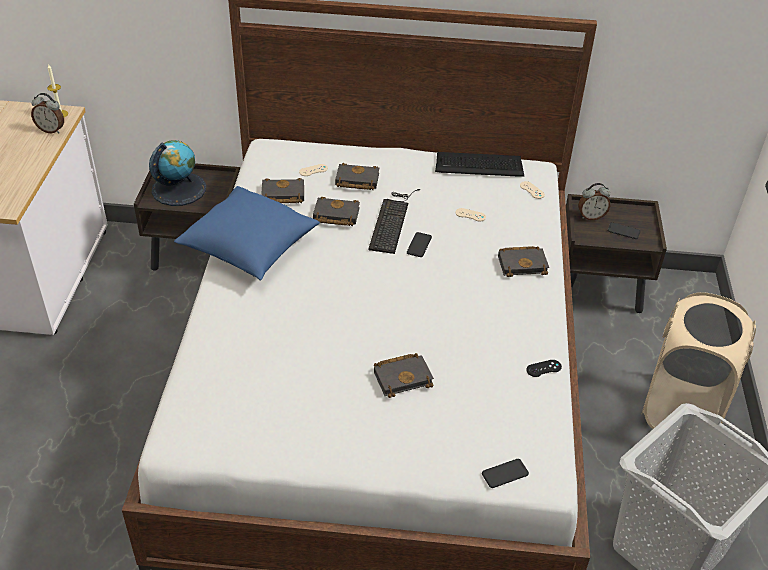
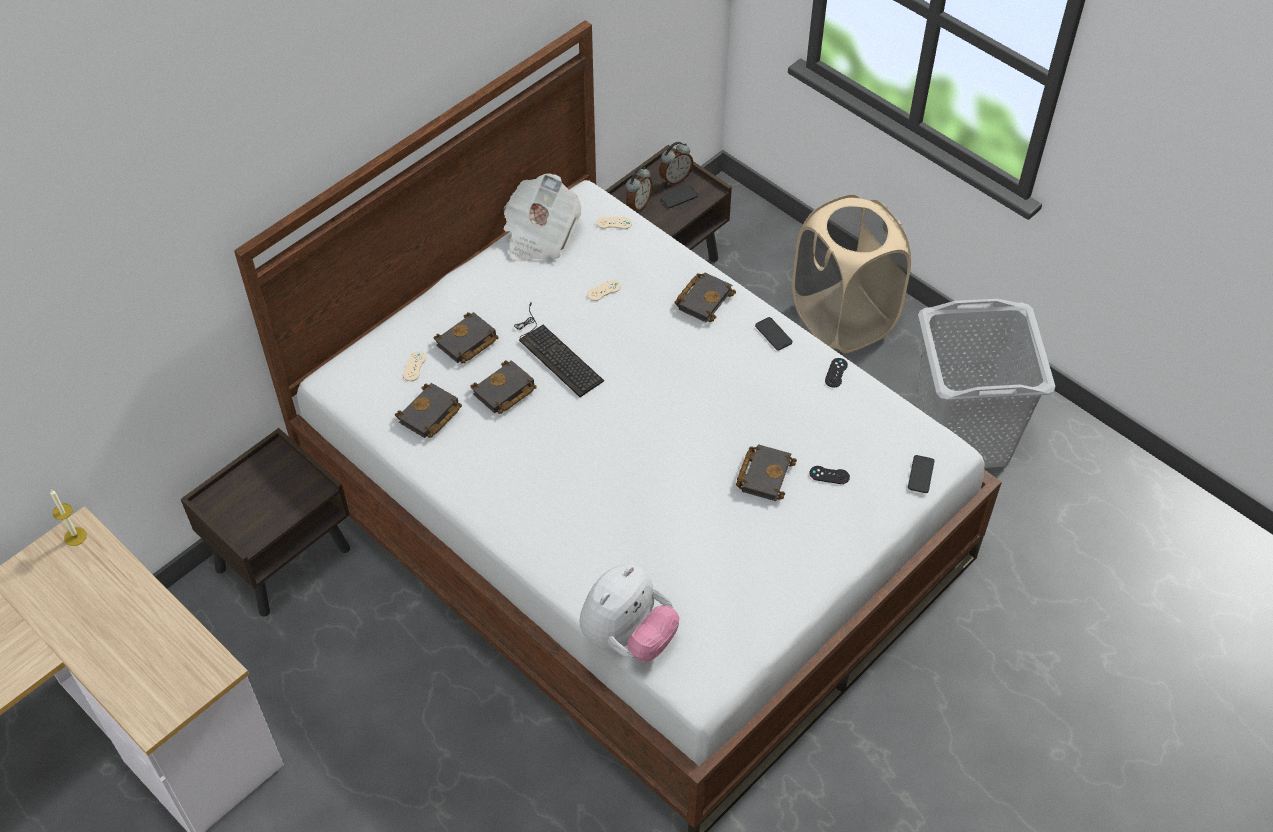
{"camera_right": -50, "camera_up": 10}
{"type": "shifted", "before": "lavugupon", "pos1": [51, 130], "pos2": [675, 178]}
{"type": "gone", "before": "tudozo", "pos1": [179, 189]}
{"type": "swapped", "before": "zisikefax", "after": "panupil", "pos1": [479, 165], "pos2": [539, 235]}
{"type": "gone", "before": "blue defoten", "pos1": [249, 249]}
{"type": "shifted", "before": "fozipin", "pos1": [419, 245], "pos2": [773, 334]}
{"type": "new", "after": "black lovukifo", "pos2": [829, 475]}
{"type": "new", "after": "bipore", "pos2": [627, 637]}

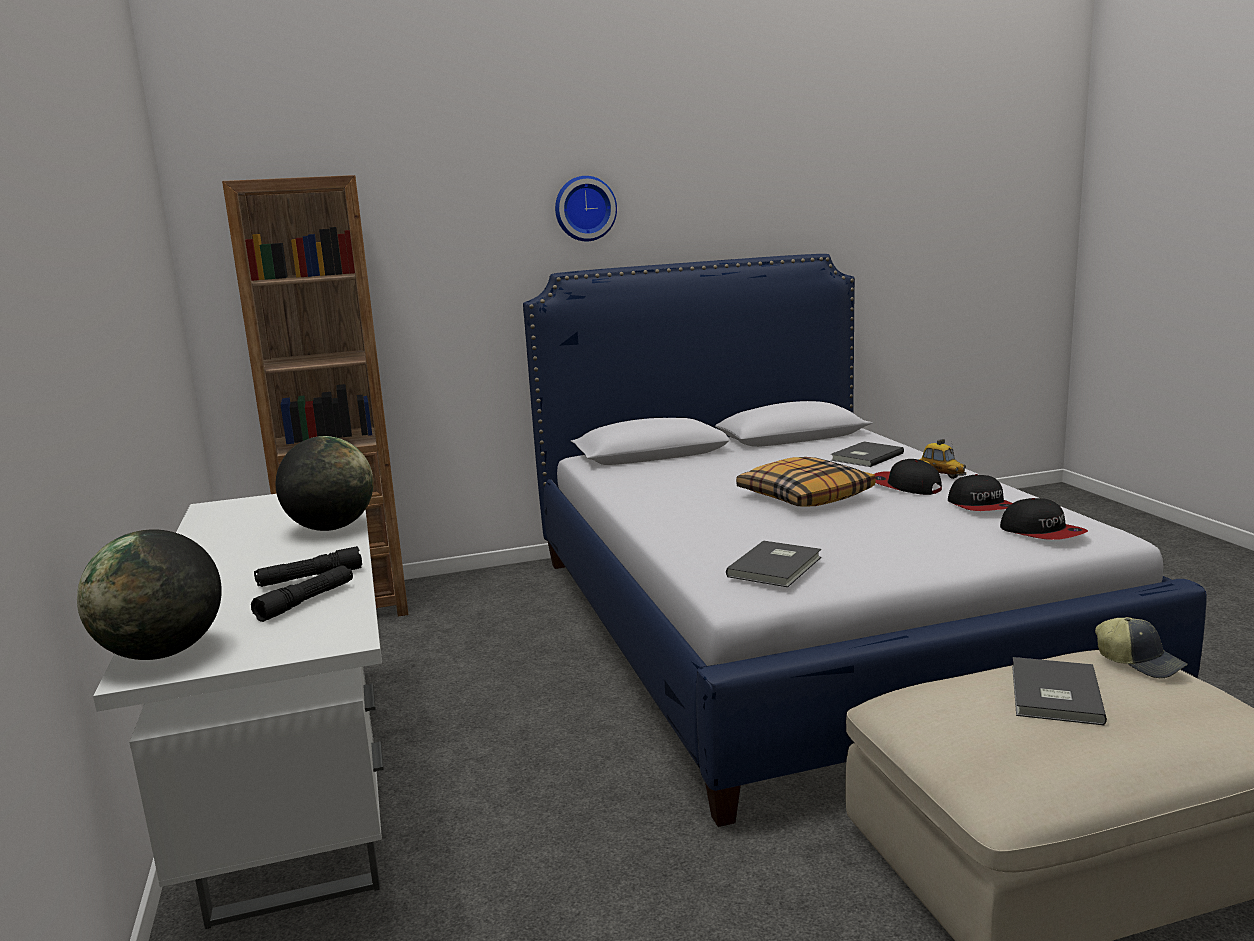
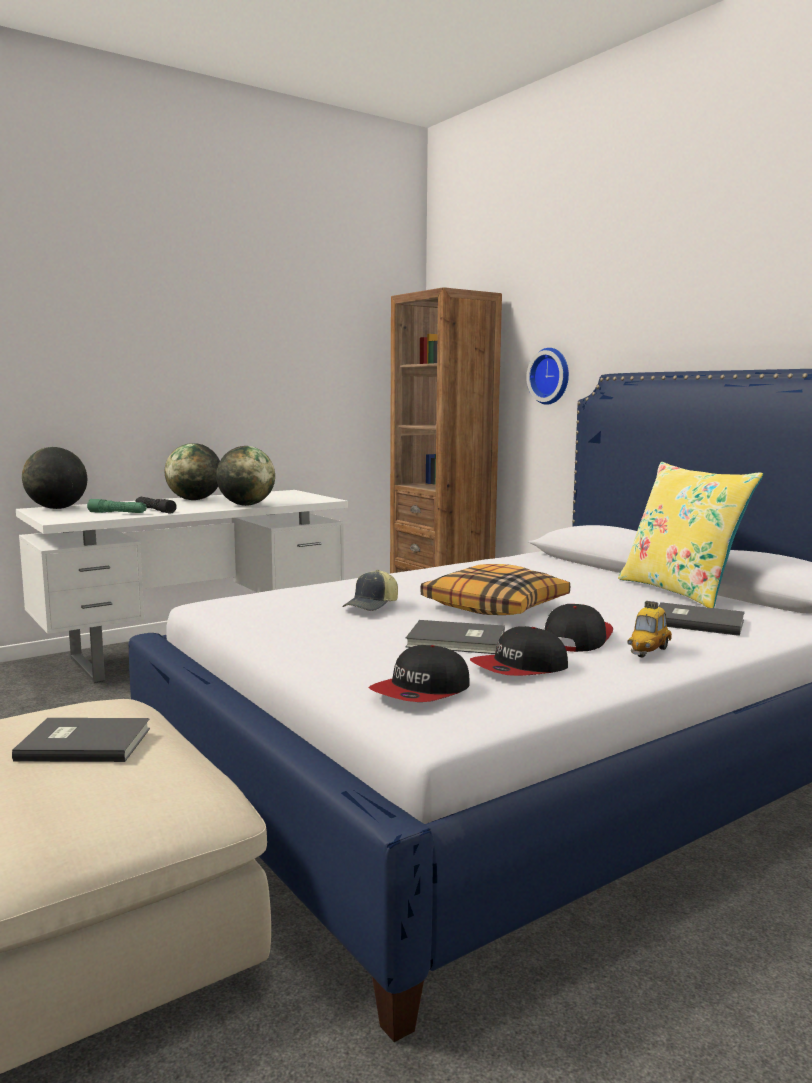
{"camera_right": 70, "camera_up": -5}
{"type": "shifted", "before": "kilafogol", "pos1": [584, 208], "pos2": [551, 376]}
{"type": "shifted", "before": "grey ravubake", "pos1": [777, 567], "pos2": [457, 641]}
{"type": "repainted", "before": "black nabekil", "after": "green nabekil", "pos1": [306, 601], "pos2": [117, 513]}
{"type": "shifted", "before": "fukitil", "pos1": [1140, 662], "pos2": [372, 605]}
{"type": "new", "after": "tudozo", "pos2": [194, 500]}
{"type": "new", "after": "yellow defoten", "pos2": [680, 591]}

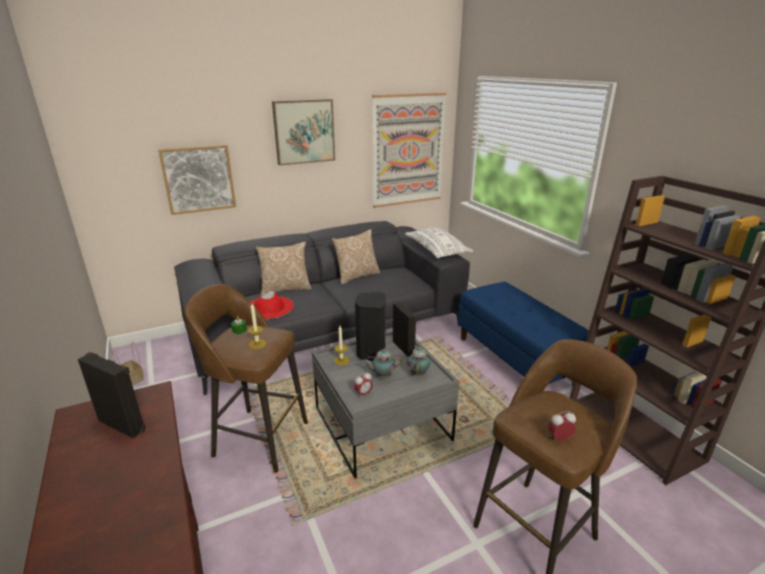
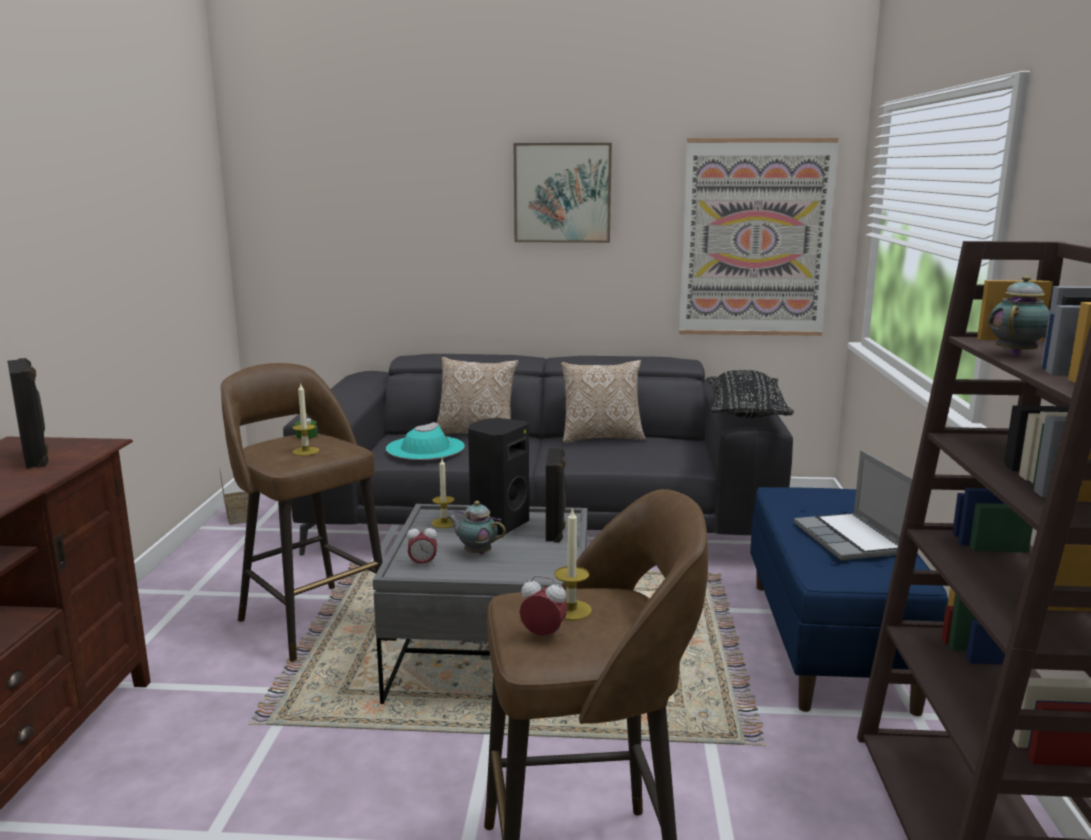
{"camera_right": 30, "camera_up": -10}
{"type": "gone", "before": "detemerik", "pos1": [198, 179]}
{"type": "repainted", "before": "white defoten", "after": "black defoten", "pos1": [437, 251], "pos2": [745, 412]}
{"type": "repainted", "before": "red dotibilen", "after": "turquoise dotibilen", "pos1": [268, 308], "pos2": [425, 448]}
{"type": "shifted", "before": "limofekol", "pos1": [418, 373], "pos2": [1016, 354]}
{"type": "new", "after": "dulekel", "pos2": [851, 539]}
{"type": "new", "after": "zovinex", "pos2": [571, 610]}

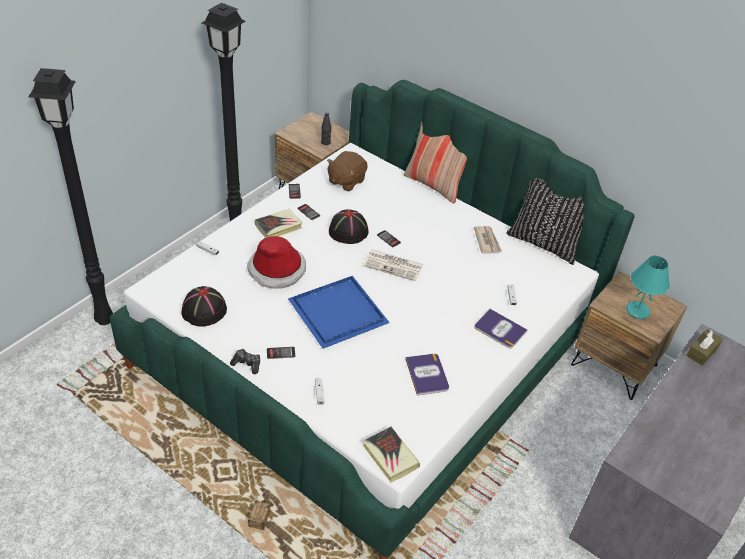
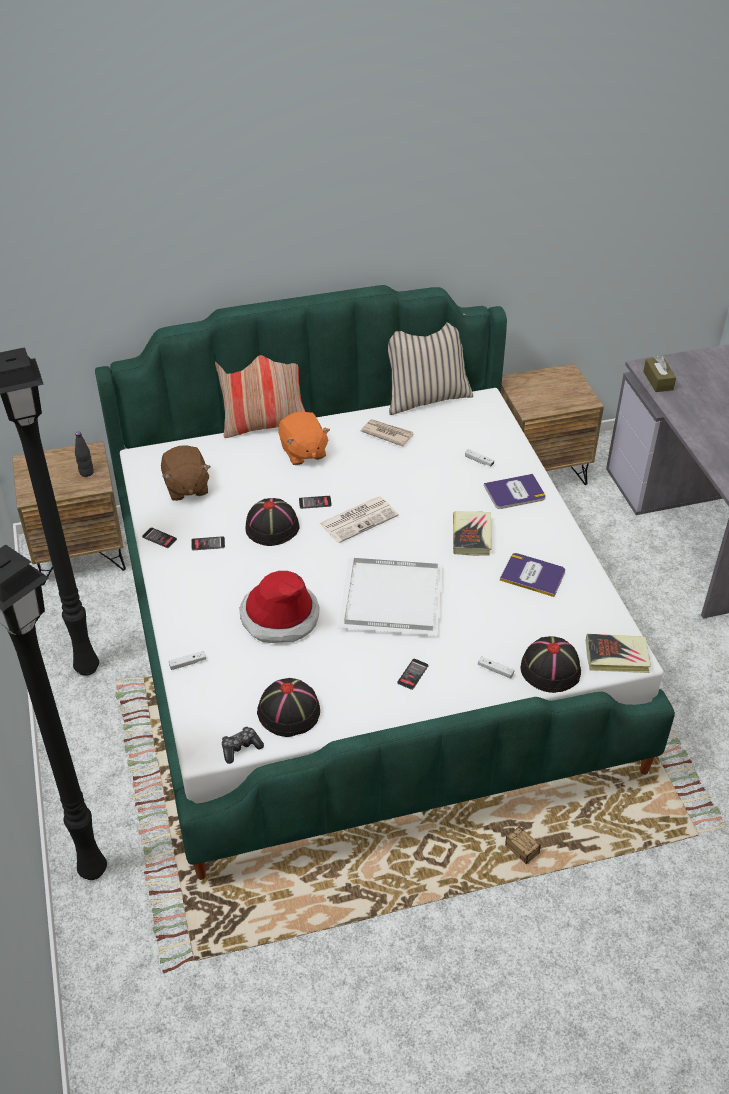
{"camera_right": -50, "camera_up": 0}
{"type": "repainted", "before": "black defoten", "after": "beige defoten", "pos1": [544, 243], "pos2": [426, 398]}
{"type": "shifted", "before": "ravubake", "pos1": [278, 226], "pos2": [471, 536]}
{"type": "gone", "before": "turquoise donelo", "pos1": [637, 311]}
{"type": "repainted", "before": "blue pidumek", "after": "white pidumek", "pos1": [338, 311], "pos2": [390, 597]}
{"type": "shifted", "before": "lovukifo", "pos1": [247, 364], "pos2": [240, 748]}
{"type": "new", "after": "orange bipore", "pos2": [303, 452]}
{"type": "new", "after": "black dotibilen", "pos2": [550, 668]}

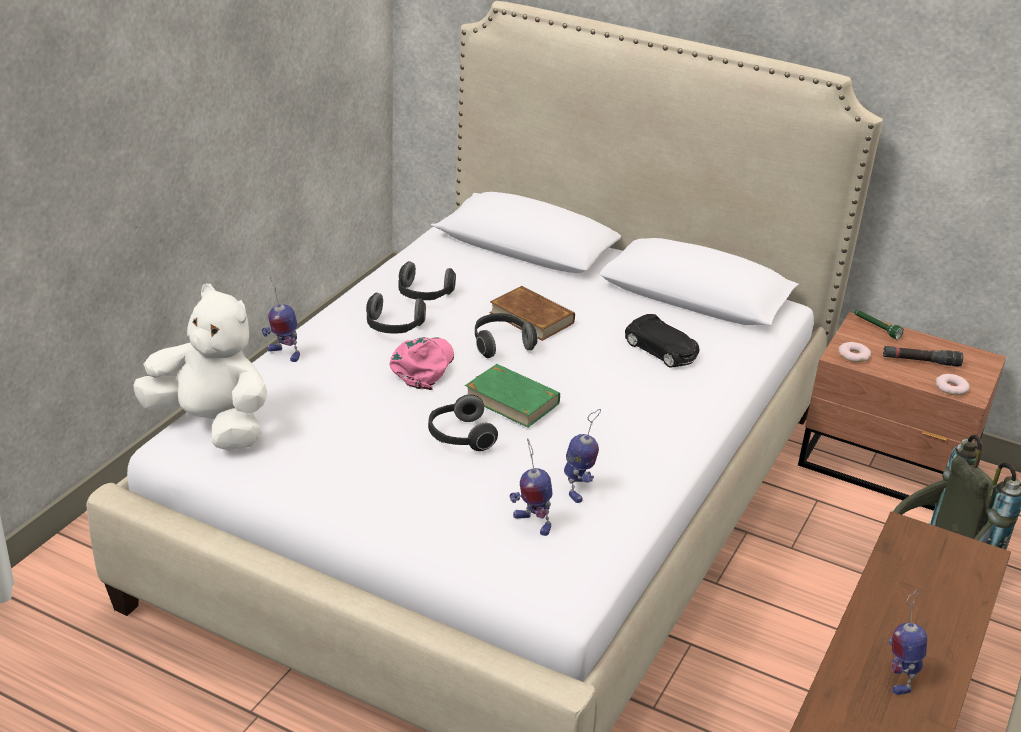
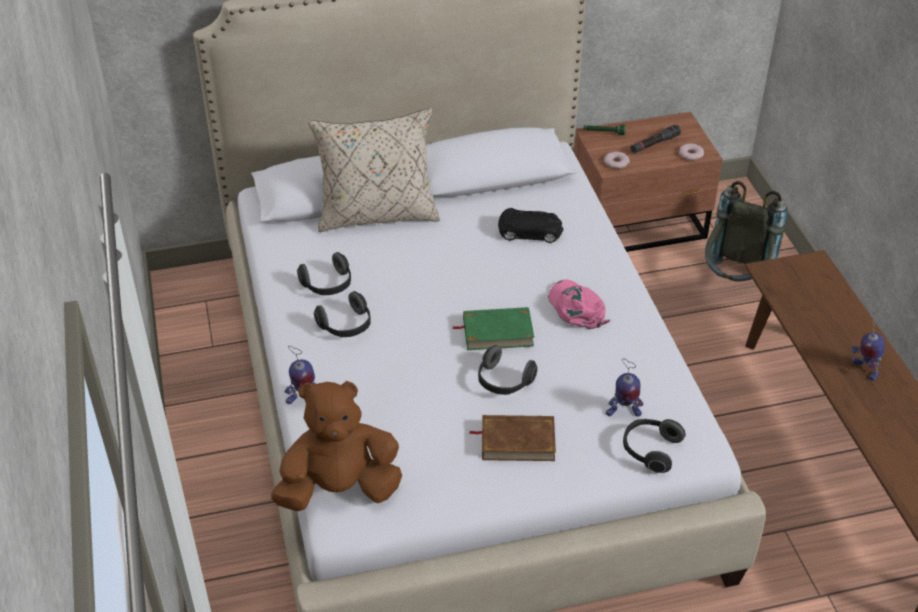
{"camera_right": -40, "camera_up": 10}
{"type": "repainted", "before": "white bipore", "after": "brown bipore", "pos1": [211, 424], "pos2": [339, 489]}
{"type": "shifted", "before": "brown ravubake", "pos1": [531, 317], "pos2": [517, 441]}
{"type": "shifted", "before": "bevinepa", "pos1": [501, 344], "pos2": [650, 450]}
{"type": "shifted", "before": "pink fukitil", "pos1": [423, 366], "pos2": [576, 308]}
{"type": "gone", "before": "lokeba", "pos1": [578, 489]}
{"type": "new", "after": "beige defoten", "pos2": [377, 214]}

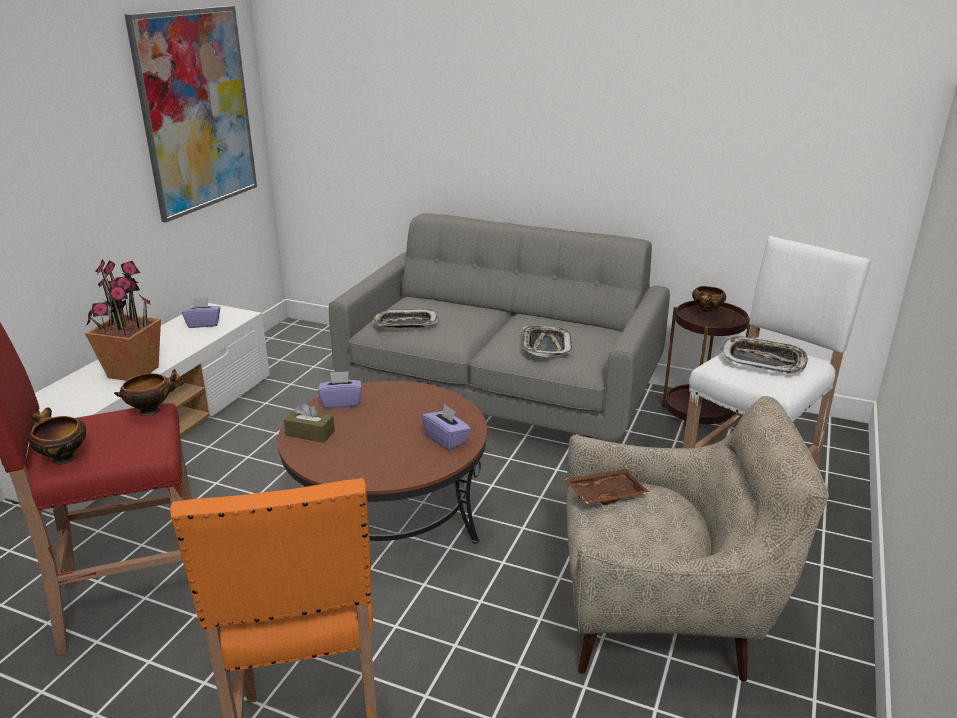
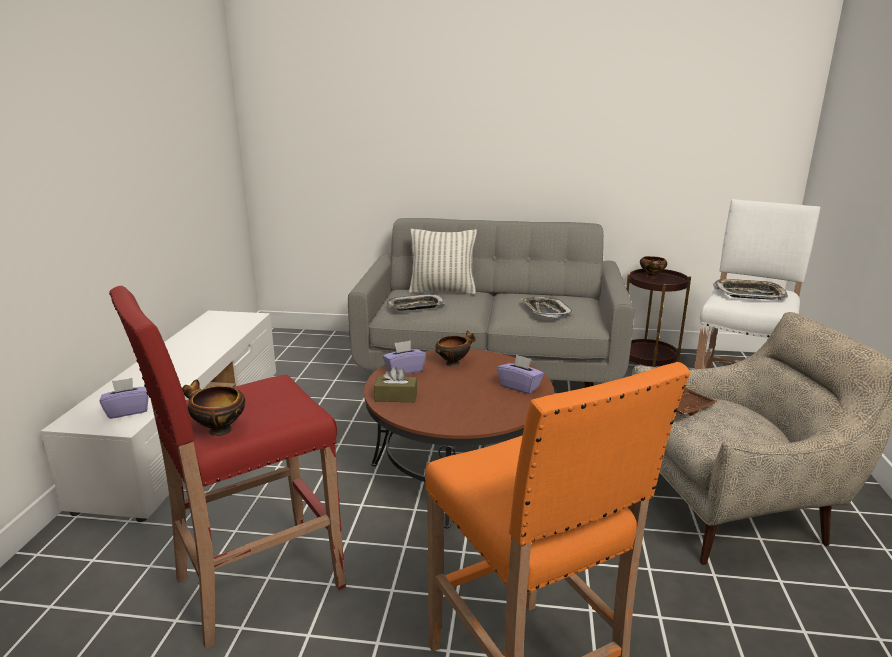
{"camera_right": -15, "camera_up": -5}
{"type": "gone", "before": "detemerik", "pos1": [196, 111]}
{"type": "gone", "before": "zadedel", "pos1": [133, 372]}
{"type": "shifted", "before": "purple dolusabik", "pos1": [204, 324], "pos2": [128, 411]}
{"type": "shifted", "before": "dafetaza", "pos1": [152, 411], "pos2": [454, 363]}
{"type": "new", "after": "defoten", "pos2": [442, 291]}

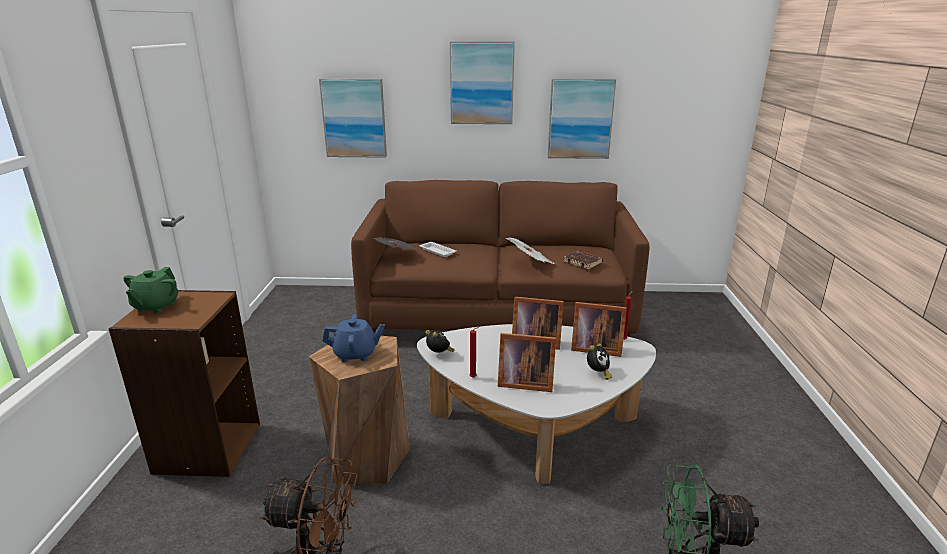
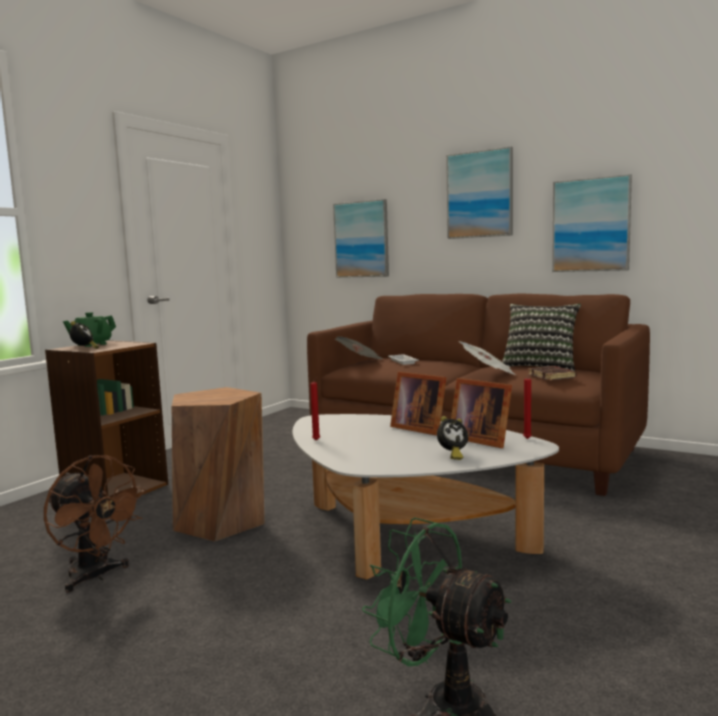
{"camera_right": 30, "camera_up": -15}
{"type": "gone", "before": "blue limofekol", "pos1": [355, 354]}
{"type": "shifted", "before": "lavugupon", "pos1": [439, 354], "pos2": [84, 349]}
{"type": "gone", "before": "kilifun", "pos1": [523, 382]}
{"type": "new", "after": "defoten", "pos2": [540, 366]}

